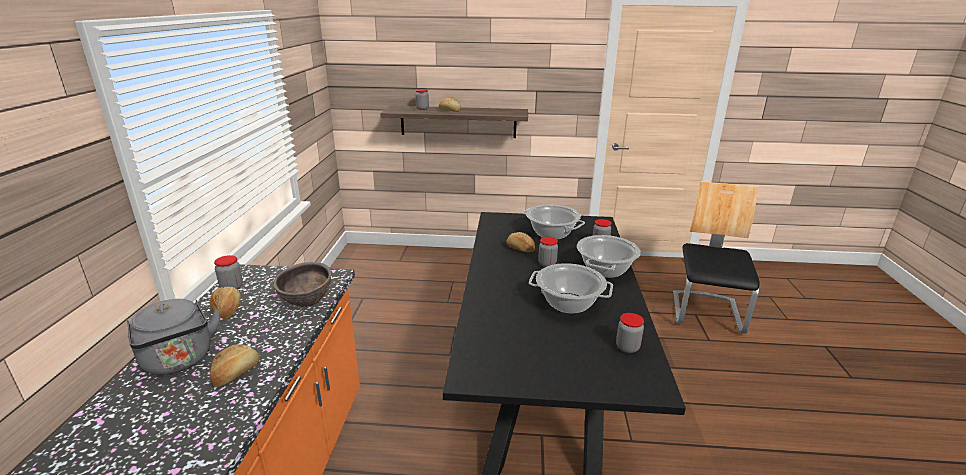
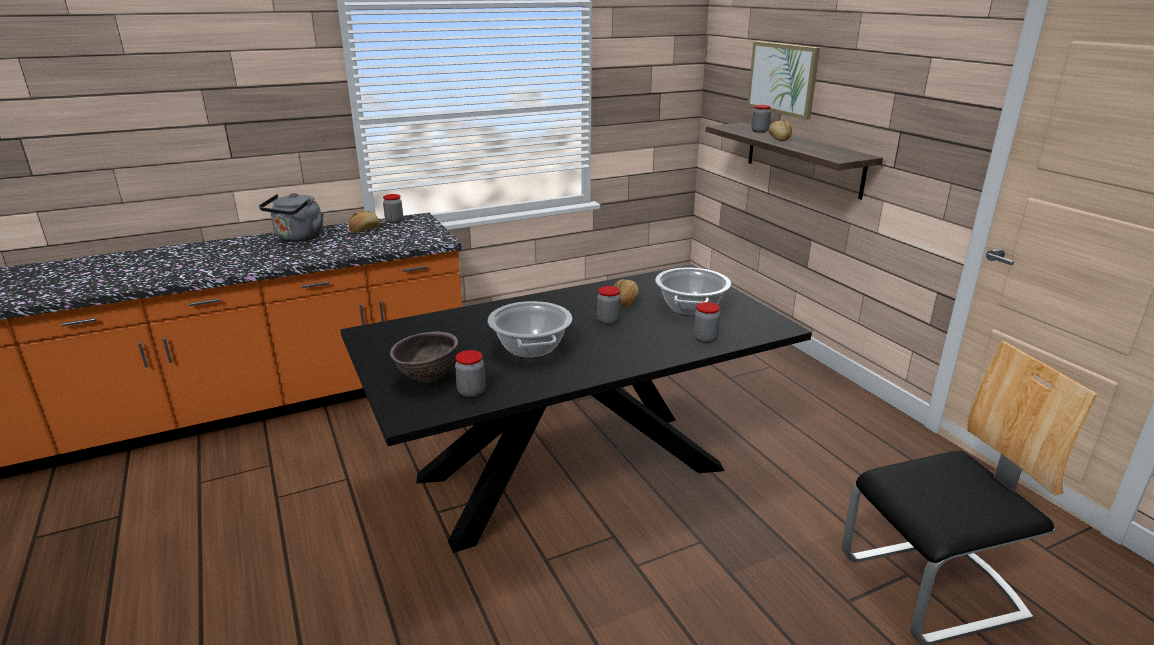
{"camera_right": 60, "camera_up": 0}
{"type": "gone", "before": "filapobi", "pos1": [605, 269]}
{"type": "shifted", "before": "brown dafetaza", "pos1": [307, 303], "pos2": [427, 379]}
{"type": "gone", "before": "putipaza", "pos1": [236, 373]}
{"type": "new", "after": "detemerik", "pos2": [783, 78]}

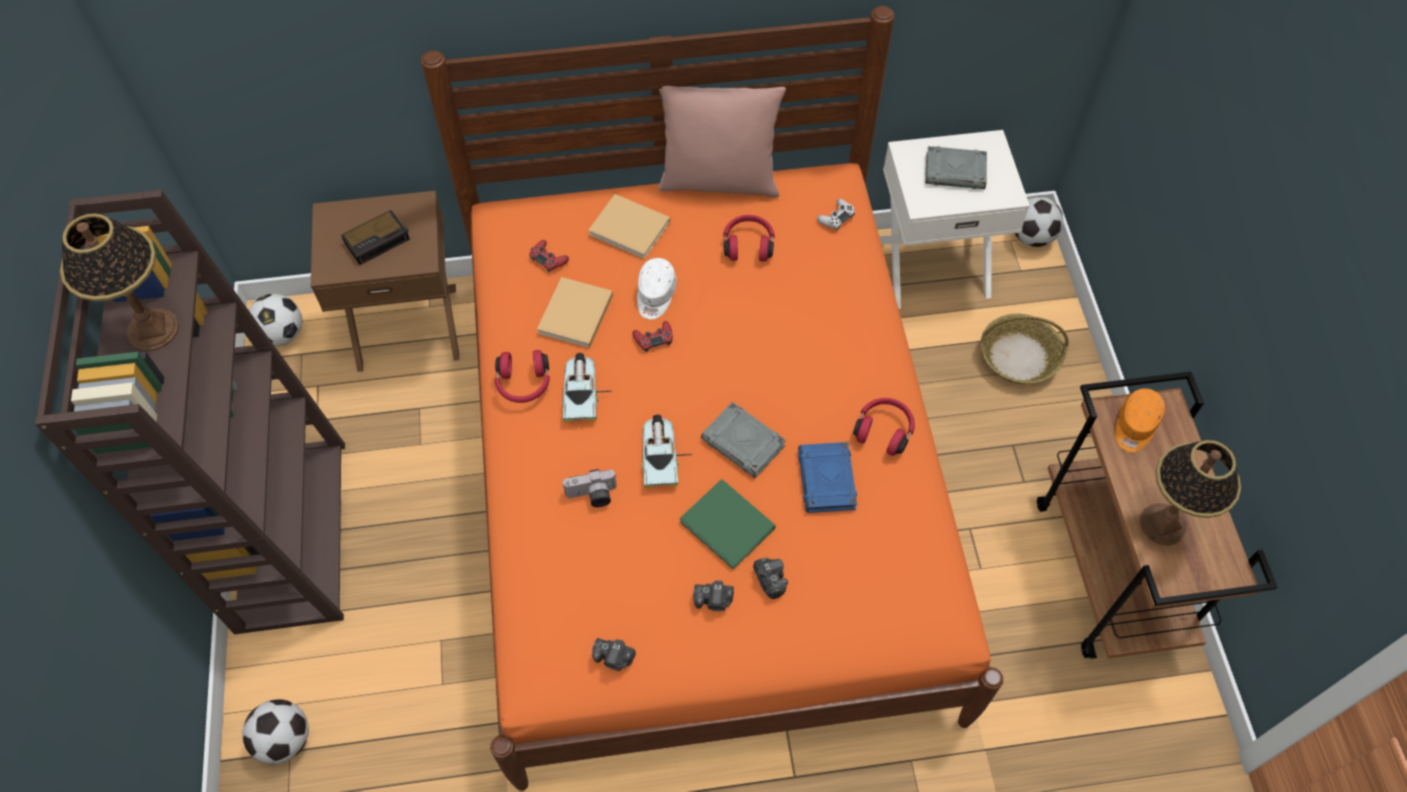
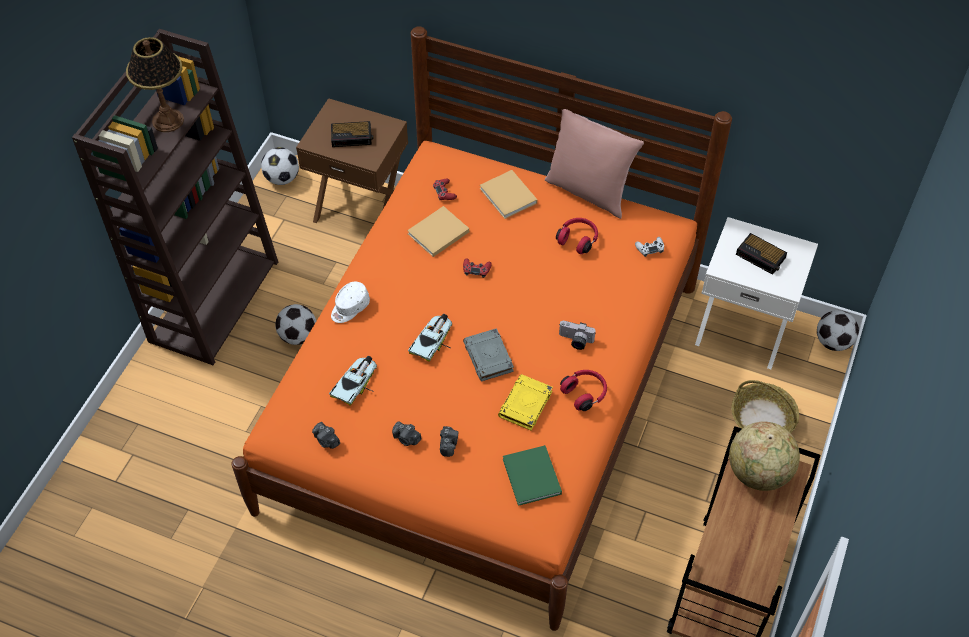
{"camera_right": 30, "camera_up": -5}
{"type": "swapped", "before": "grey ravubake", "after": "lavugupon", "pos1": [955, 171], "pos2": [761, 256]}
{"type": "shifted", "before": "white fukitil", "pos1": [655, 295], "pos2": [349, 307]}
{"type": "gone", "before": "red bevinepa", "pos1": [523, 384]}
{"type": "shifted", "before": "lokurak", "pos1": [582, 391], "pos2": [356, 382]}
{"type": "swapped", "before": "orange fukitil", "after": "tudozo", "pos1": [1135, 426], "pos2": [758, 472]}
{"type": "gone", "before": "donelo", "pos1": [1163, 524]}
{"type": "repainted", "before": "blue ravubake", "after": "yellow ravubake", "pos1": [827, 481], "pos2": [525, 405]}
{"type": "shifted", "before": "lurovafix", "pos1": [592, 496], "pos2": [575, 341]}
{"type": "shifted", "before": "green ravubake", "pos1": [729, 527], "pos2": [532, 478]}
{"type": "shifted", "before": "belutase", "pos1": [285, 740], "pos2": [298, 336]}

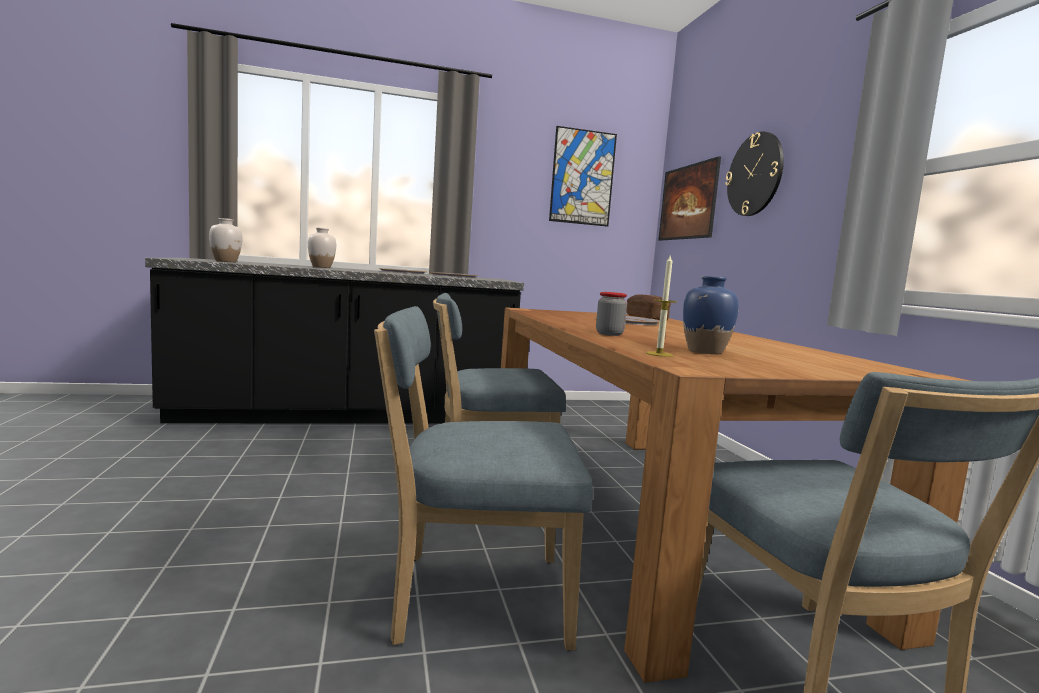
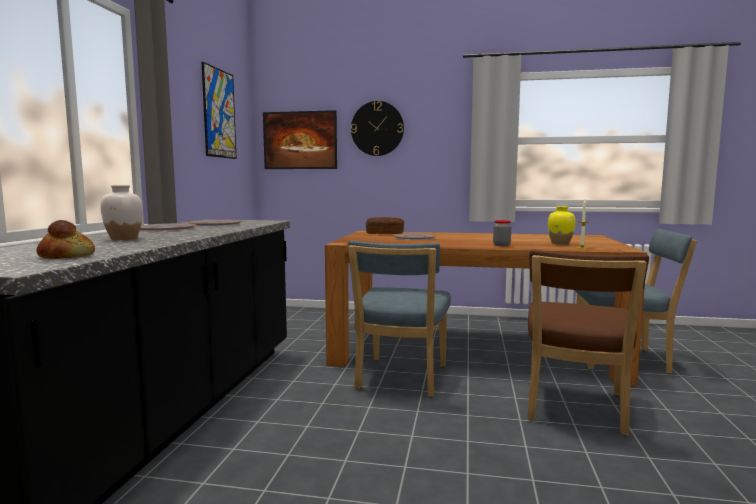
{"camera_right": -65, "camera_up": 0}
{"type": "swapped", "before": "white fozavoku", "after": "putipaza", "pos1": [226, 261], "pos2": [67, 256]}
{"type": "repainted", "before": "blue fozavoku", "after": "yellow fozavoku", "pos1": [705, 352], "pos2": [560, 243]}
{"type": "repainted", "before": "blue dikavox", "after": "brown dikavox", "pos1": [471, 597], "pos2": [574, 409]}

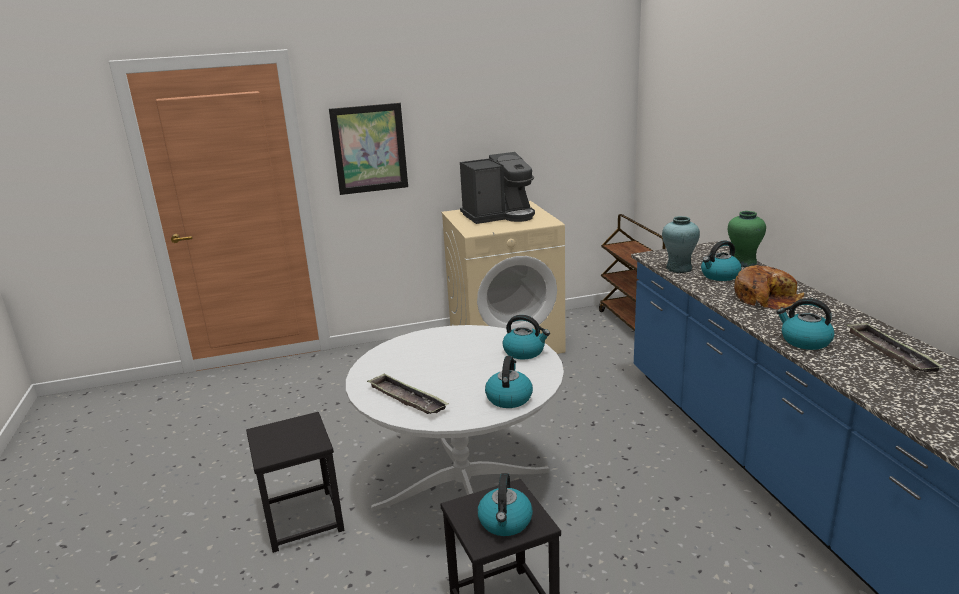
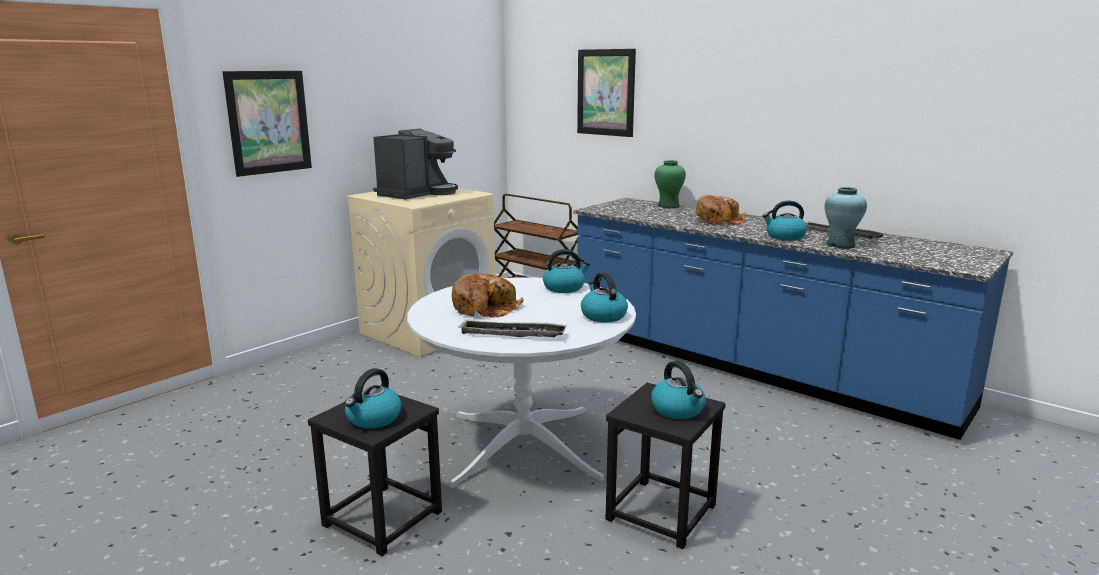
{"camera_right": -35, "camera_up": -5}
{"type": "shifted", "before": "turquoise fozavoku", "pos1": [679, 269], "pos2": [841, 245]}
{"type": "shifted", "before": "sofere", "pos1": [719, 276], "pos2": [373, 419]}
{"type": "new", "after": "detemerik", "pos2": [606, 92]}
{"type": "new", "after": "putipaza", "pos2": [486, 307]}

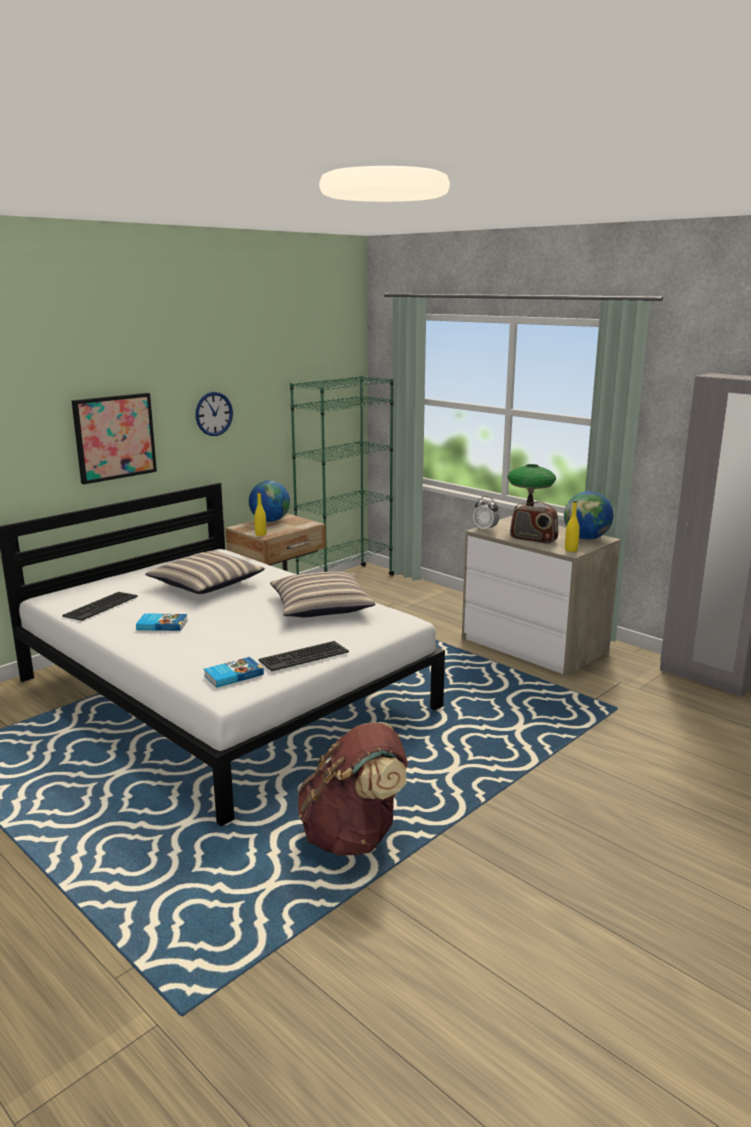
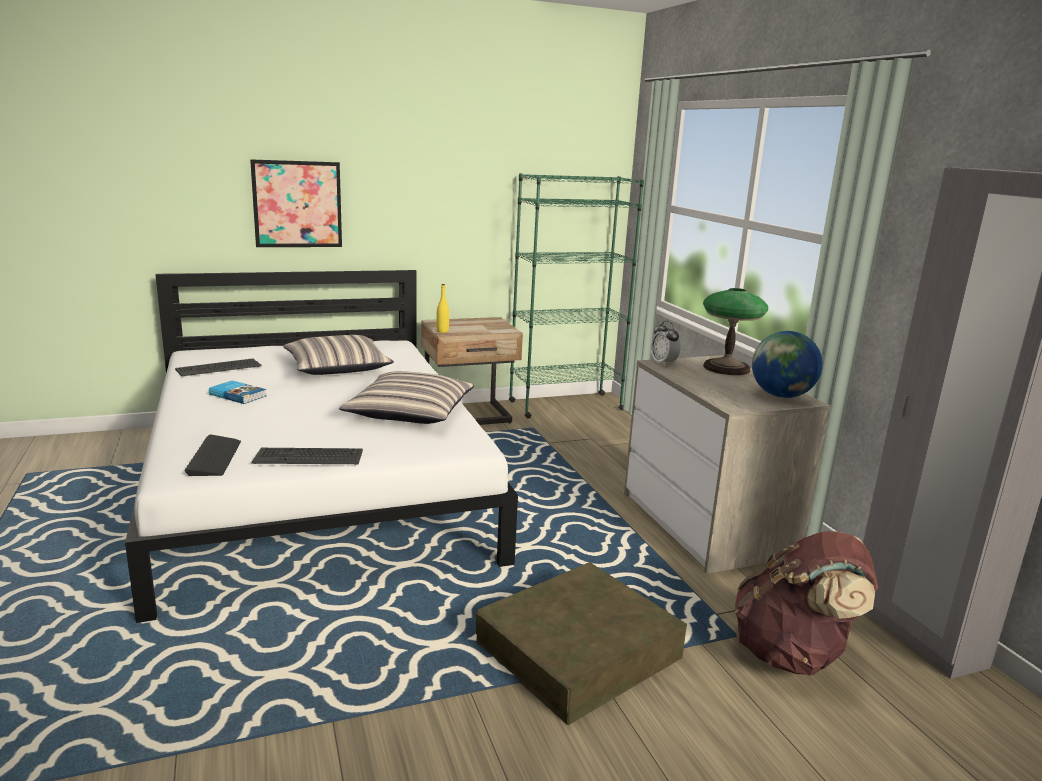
{"camera_right": 25, "camera_up": 0}
{"type": "gone", "before": "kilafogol", "pos1": [214, 414]}
{"type": "gone", "before": "tudozo", "pos1": [270, 521]}
{"type": "gone", "before": "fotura", "pos1": [533, 539]}
{"type": "gone", "before": "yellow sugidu", "pos1": [571, 550]}
{"type": "swapped", "before": "ravubake", "after": "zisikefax", "pos1": [233, 675], "pos2": [214, 457]}
{"type": "shifted", "before": "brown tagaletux", "pos1": [354, 836], "pos2": [793, 654]}
{"type": "new", "after": "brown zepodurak", "pos2": [579, 650]}

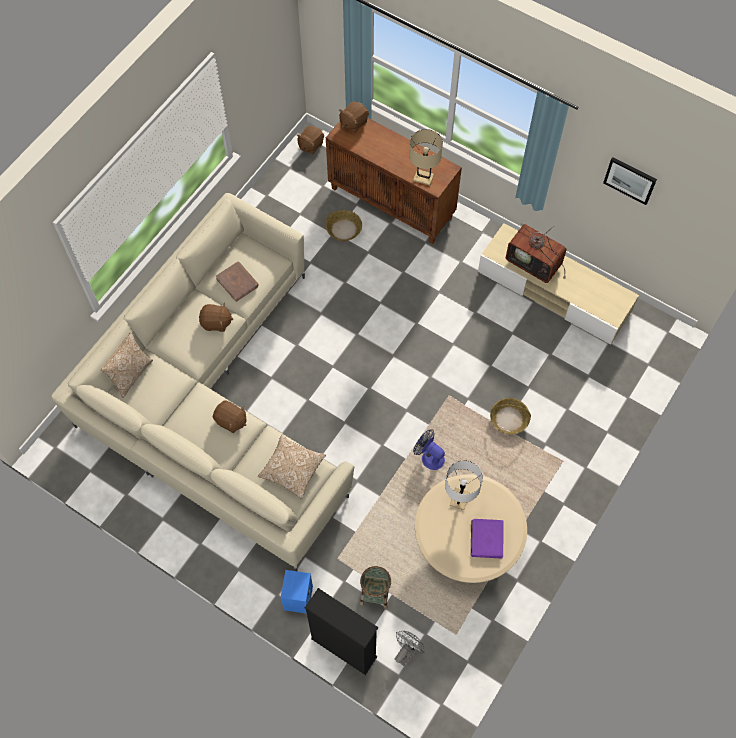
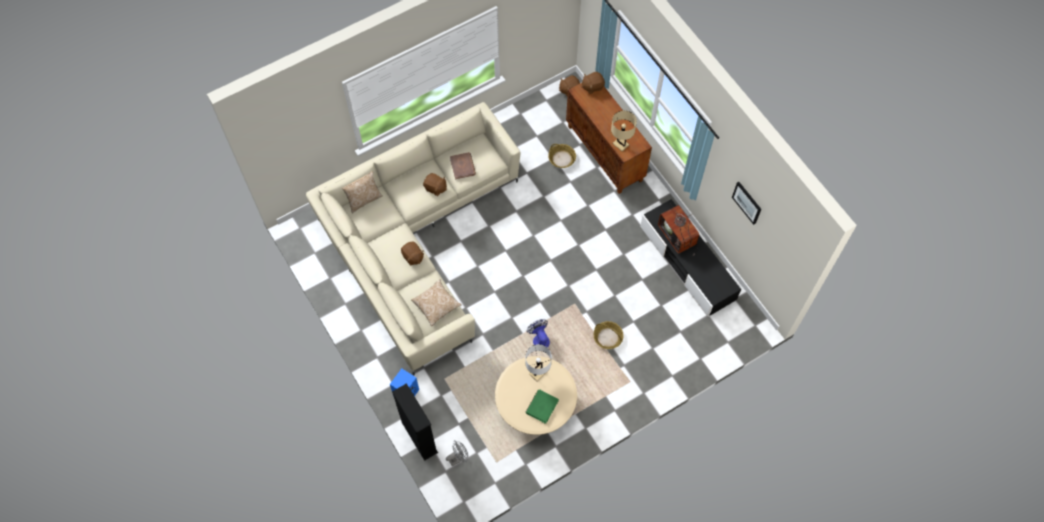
{"camera_right": 25, "camera_up": 0}
{"type": "repainted", "before": "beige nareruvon", "after": "black nareruvon", "pos1": [553, 292], "pos2": [687, 263]}
{"type": "repainted", "before": "purple ravubake", "after": "green ravubake", "pos1": [486, 539], "pos2": [542, 406]}
{"type": "gone", "before": "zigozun", "pos1": [375, 593]}

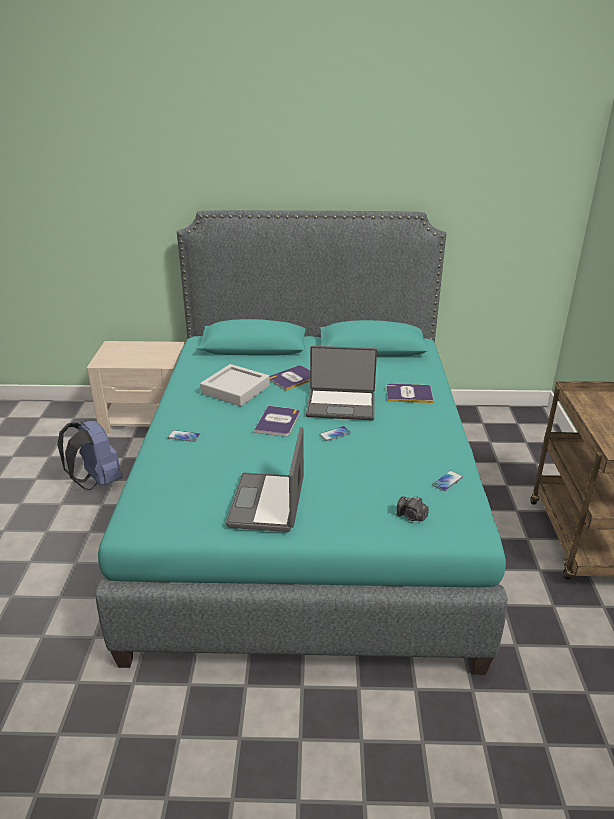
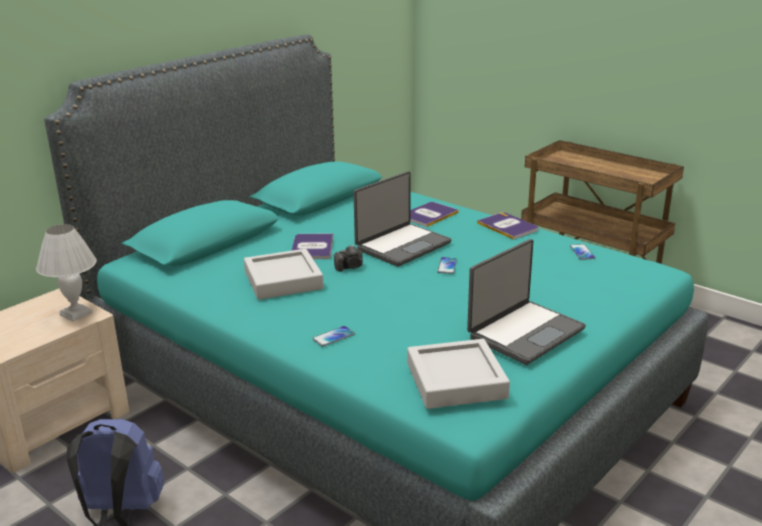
{"camera_right": -50, "camera_up": -5}
{"type": "shifted", "before": "ravubake", "pos1": [277, 422], "pos2": [508, 226]}
{"type": "rotated", "before": "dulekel", "pos1": [268, 503], "pos2": [524, 332], "turn": -90}
{"type": "shifted", "before": "lurovafix", "pos1": [411, 516], "pos2": [350, 267]}
{"type": "new", "after": "white donelo", "pos2": [75, 313]}
{"type": "new", "after": "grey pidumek", "pos2": [456, 381]}

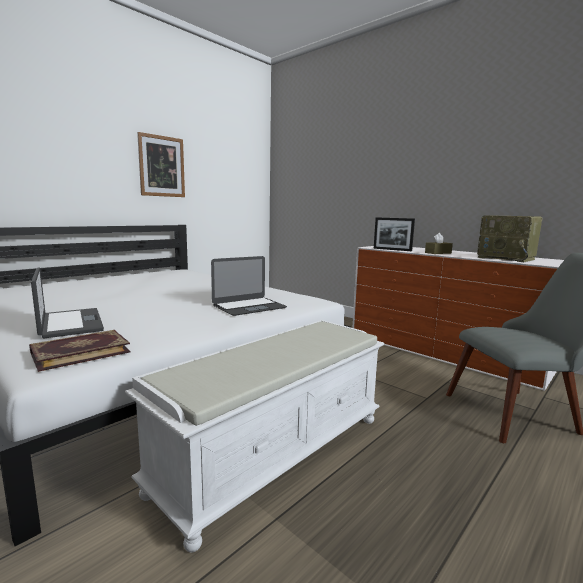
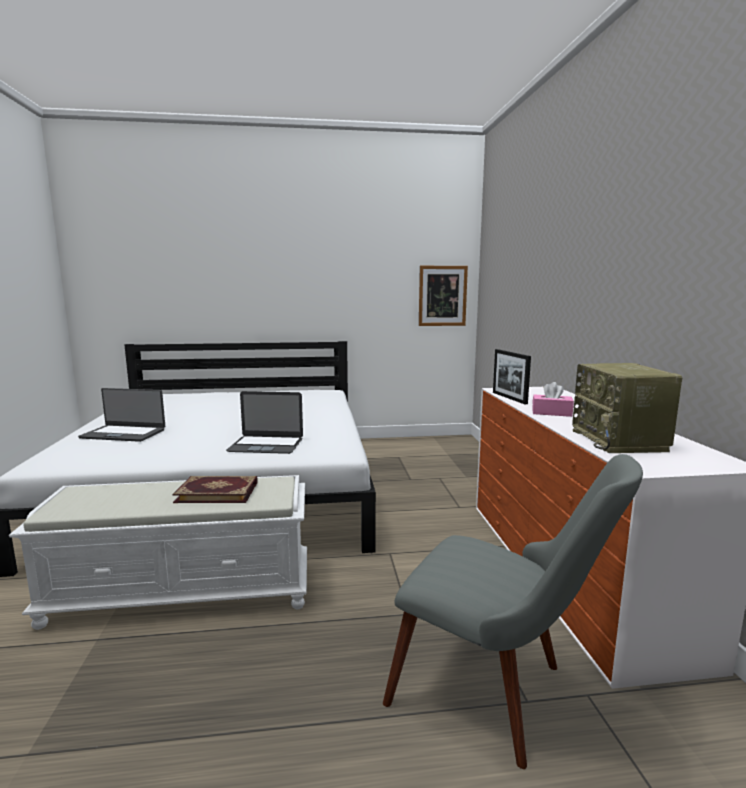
{"camera_right": 40, "camera_up": 0}
{"type": "shifted", "before": "detemerik", "pos1": [161, 166], "pos2": [442, 296]}
{"type": "repainted", "before": "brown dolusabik", "after": "pink dolusabik", "pos1": [438, 253], "pos2": [551, 413]}
{"type": "rotated", "before": "dulekel", "pos1": [69, 323], "pos2": [124, 433], "turn": 90}
{"type": "shifted", "before": "ravubake", "pos1": [80, 352], "pos2": [217, 492]}

